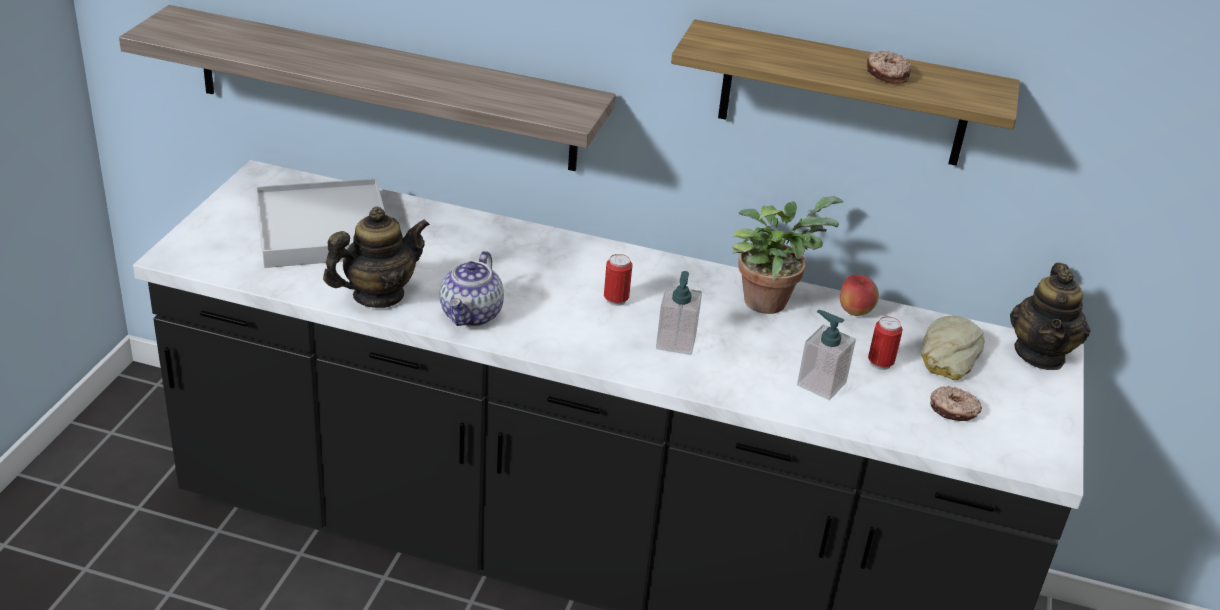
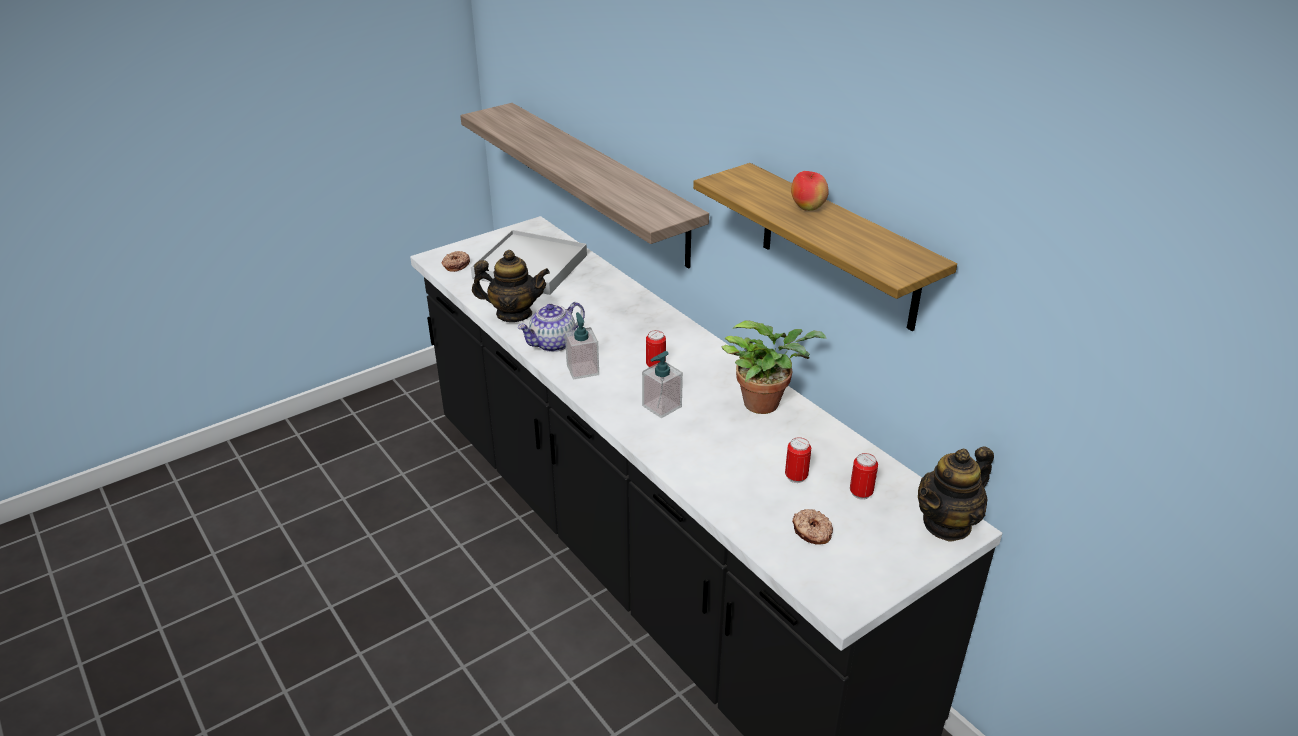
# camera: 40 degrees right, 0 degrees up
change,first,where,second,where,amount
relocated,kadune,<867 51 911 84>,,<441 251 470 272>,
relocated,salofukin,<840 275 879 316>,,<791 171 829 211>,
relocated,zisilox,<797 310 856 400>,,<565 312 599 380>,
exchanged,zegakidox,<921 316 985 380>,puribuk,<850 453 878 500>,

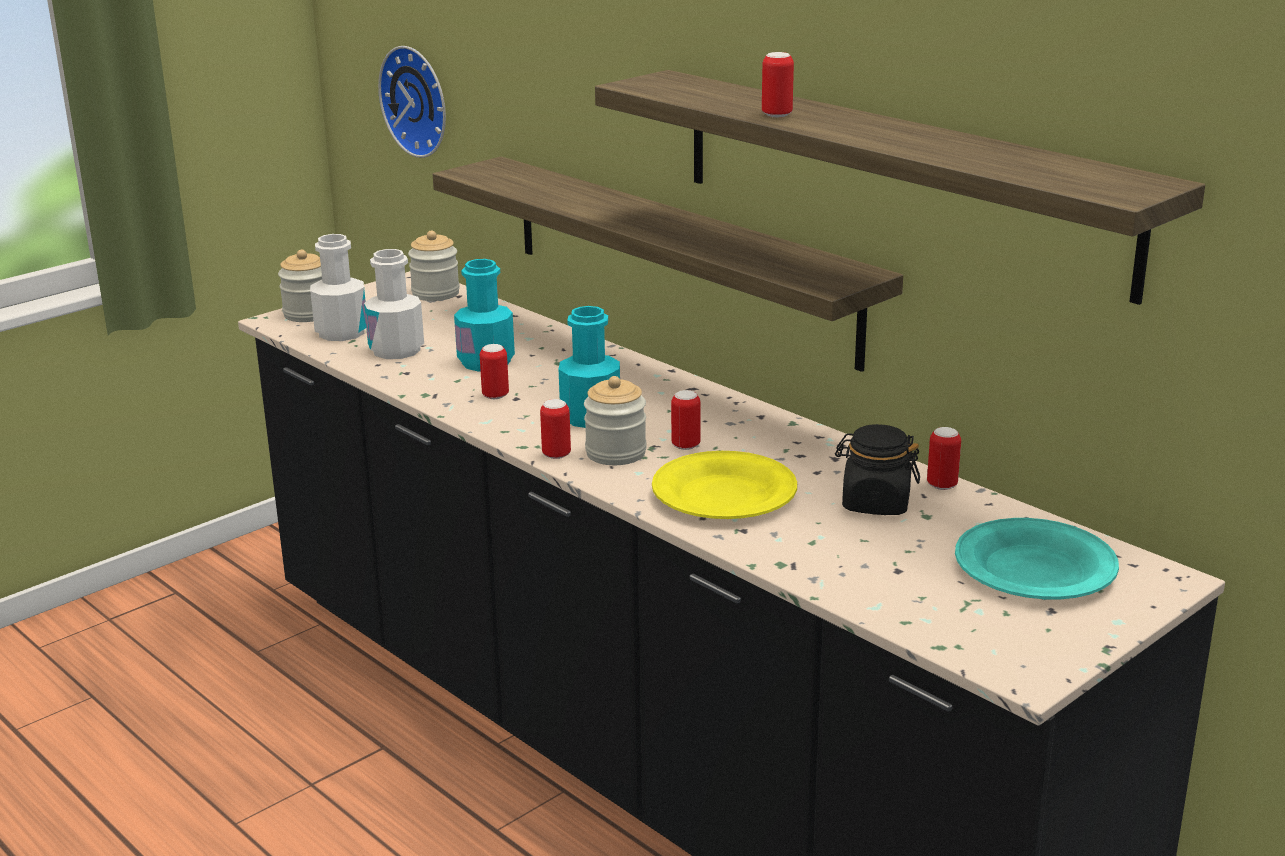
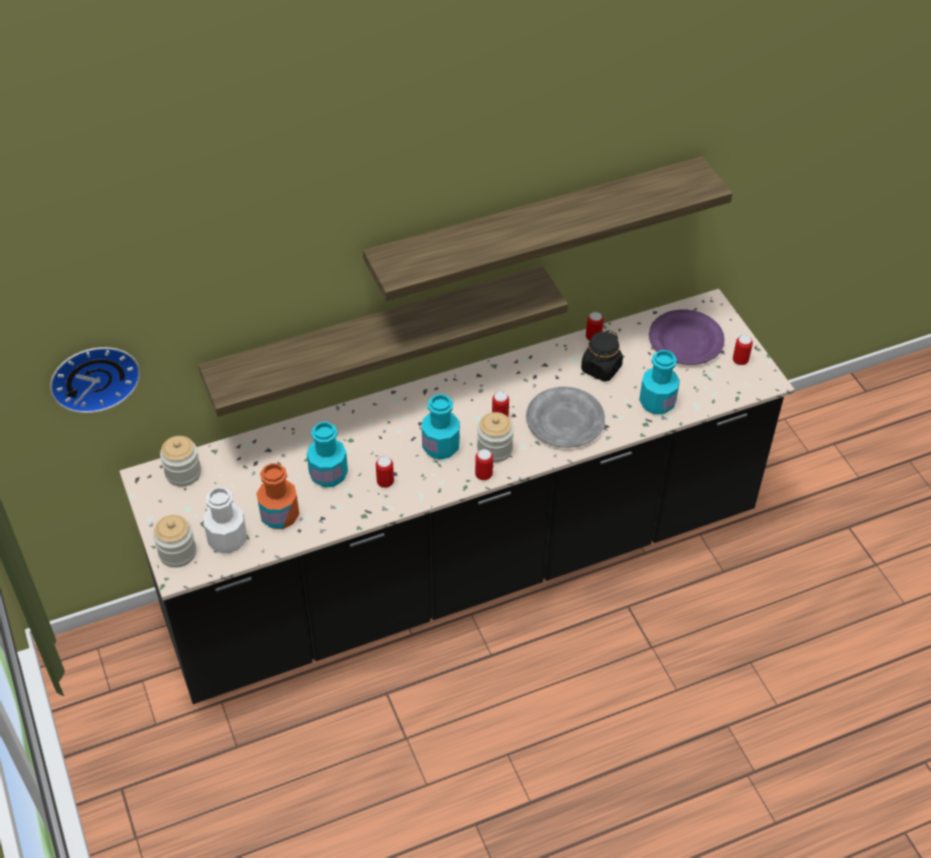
# camera: 70 degrees left, 25 degrees up
change,first,where,second,where,amount
relocated,puribuk,<762 52 794 117>,,<733 335 753 365>,
colour,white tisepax,<364 249 424 359>,orange tisepax,<257 463 299 529>,
colour,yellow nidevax,<652 451 797 519>,grey nidevax,<526 387 605 448>,
colour,turquoise nidevax,<955 518 1119 599>,purple nidevax,<649 309 725 365>,
appeared,,,turquoise tisepax,<639 350 680 414>,

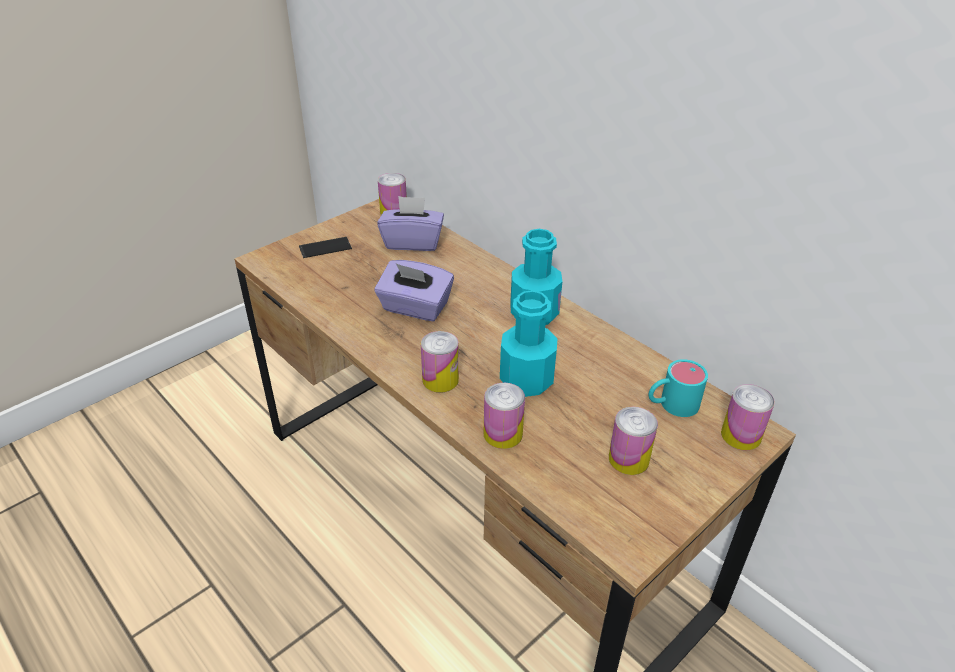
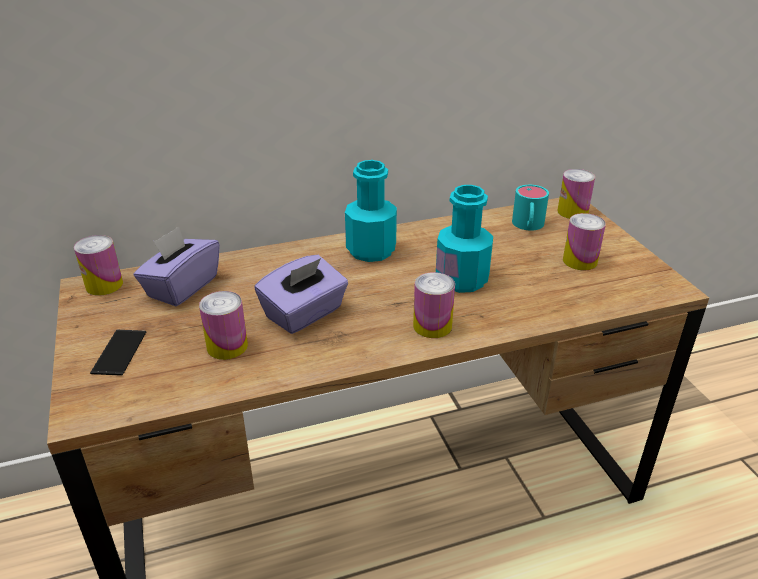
# camera: 65 degrees left, 5 degrees down
change,first,where,second,where,amount
relocated,puribuk,<484 383 525 449>,,<199 291 248 360>,

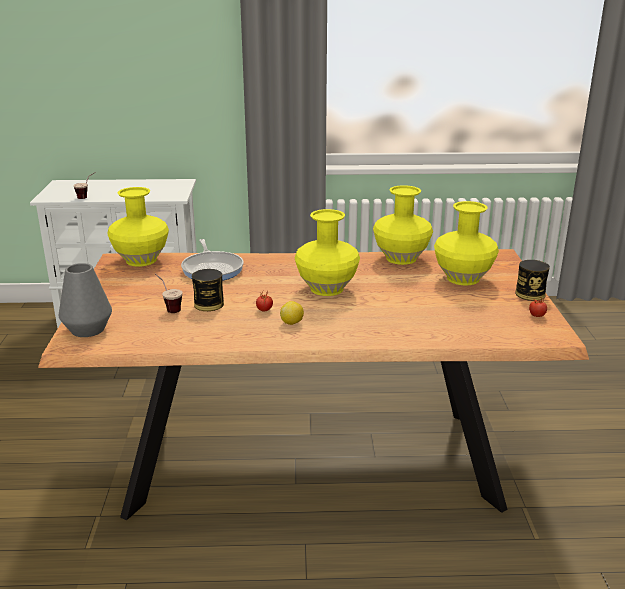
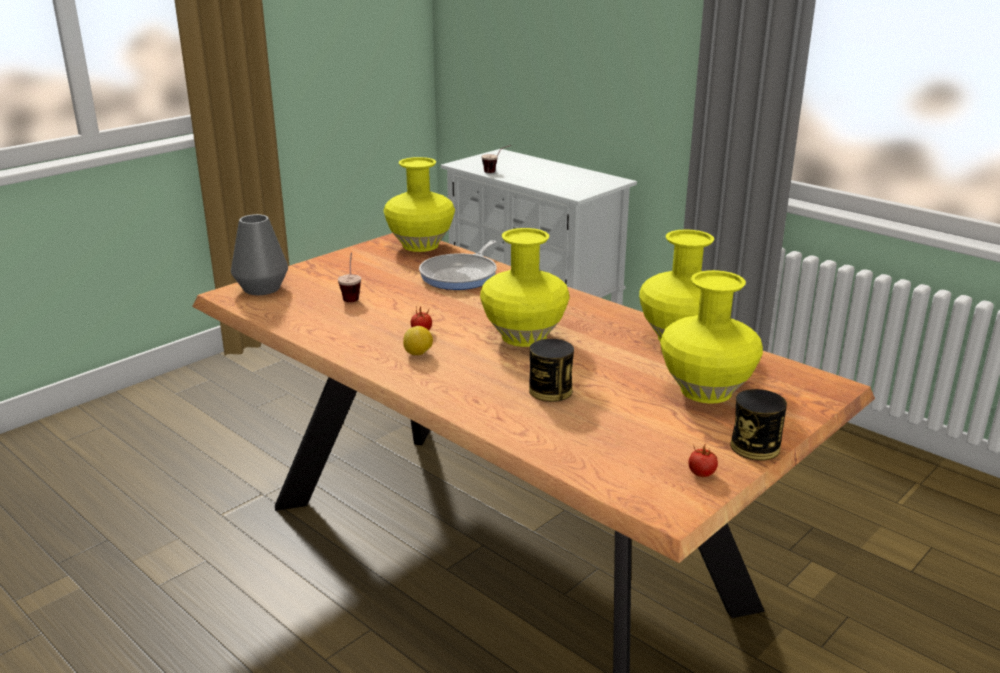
# camera: 45 degrees right, 0 degrees up
change,first,where,second,where,amount
relocated,puribuk,<192 269 224 311>,,<529 339 574 402>,

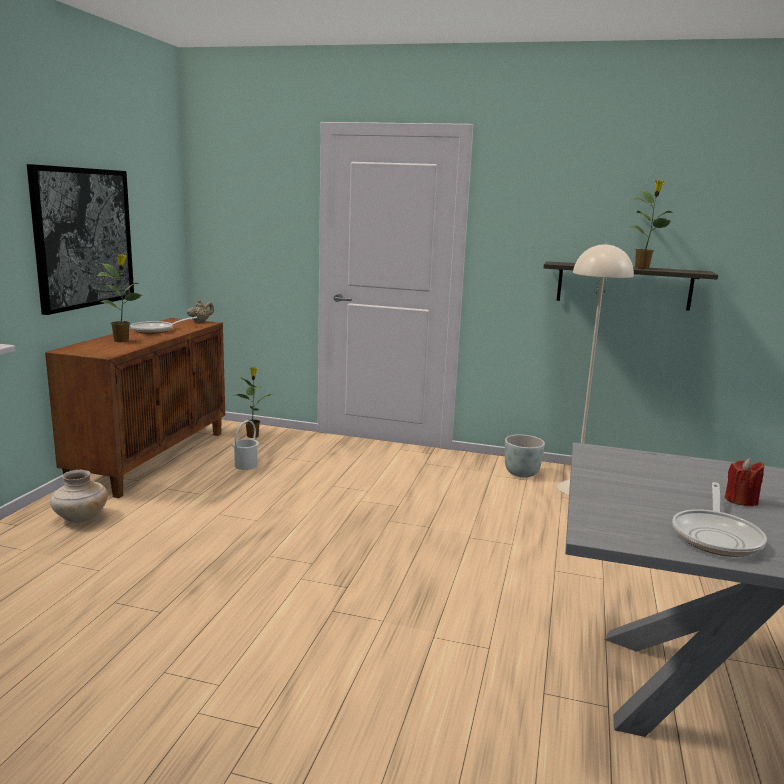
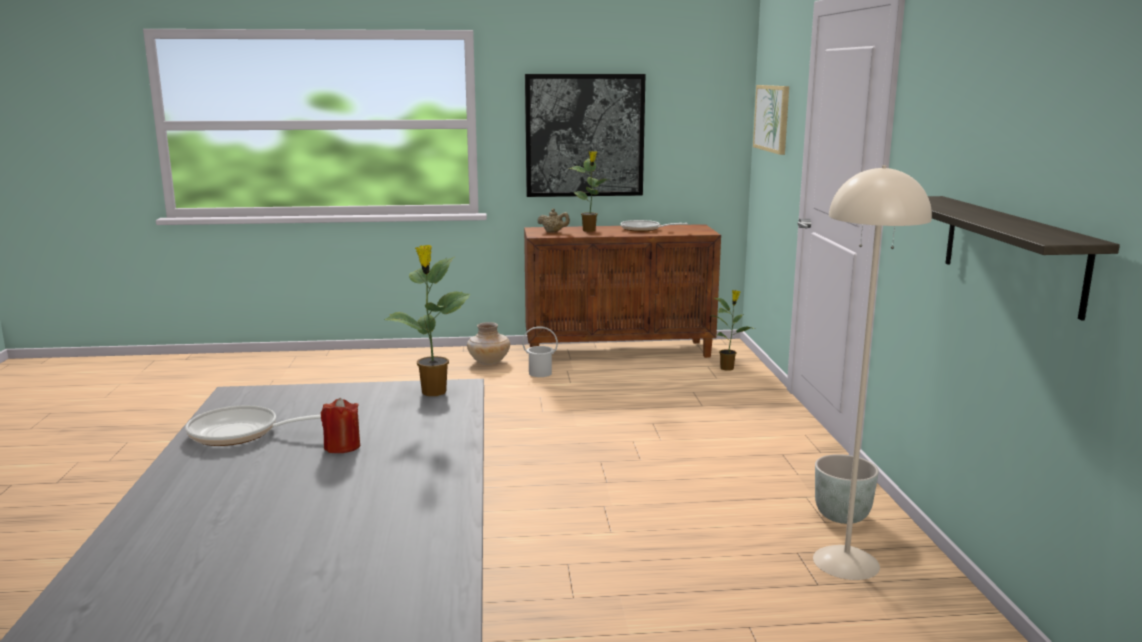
# camera: 70 degrees right, 0 degrees up
change,first,where,second,where,amount
relocated,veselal,<629 180 672 269>,,<384 245 471 396>,
relocated,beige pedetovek,<187 300 214 323>,,<537 209 570 233>,
relocated,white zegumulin,<232 420 259 470>,,<522 326 558 377>,
appeared,,,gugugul,<753 85 789 155>,

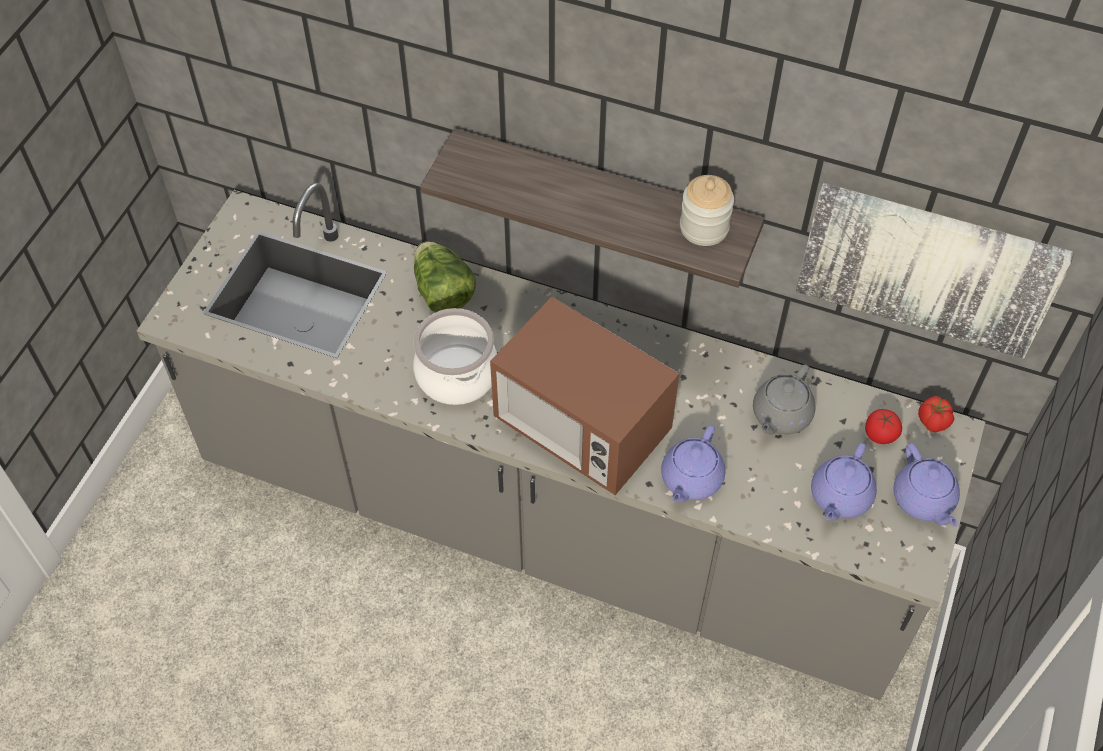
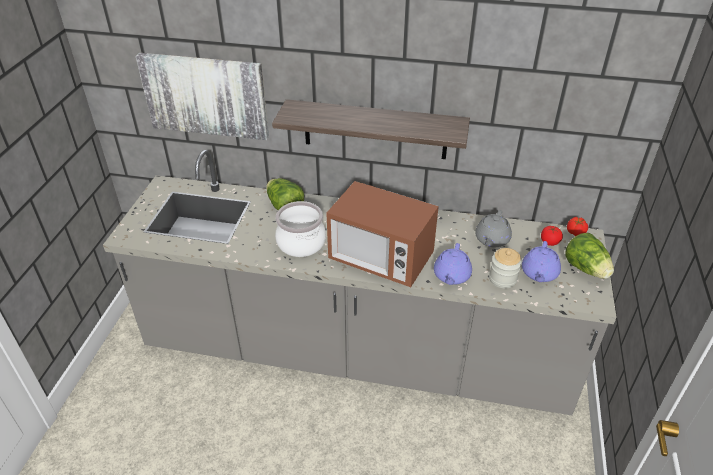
# camera: 10 degrees left, 15 degrees down
change,first,where,second,where,amount
relocated,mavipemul,<680 175 734 246>,,<489 248 522 288>,
relocated,gugugul,<796 183 1074 359>,,<136 53 269 140>,
exchanged,purple pedetovek,<893 443 960 527>,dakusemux,<565 233 614 279>,

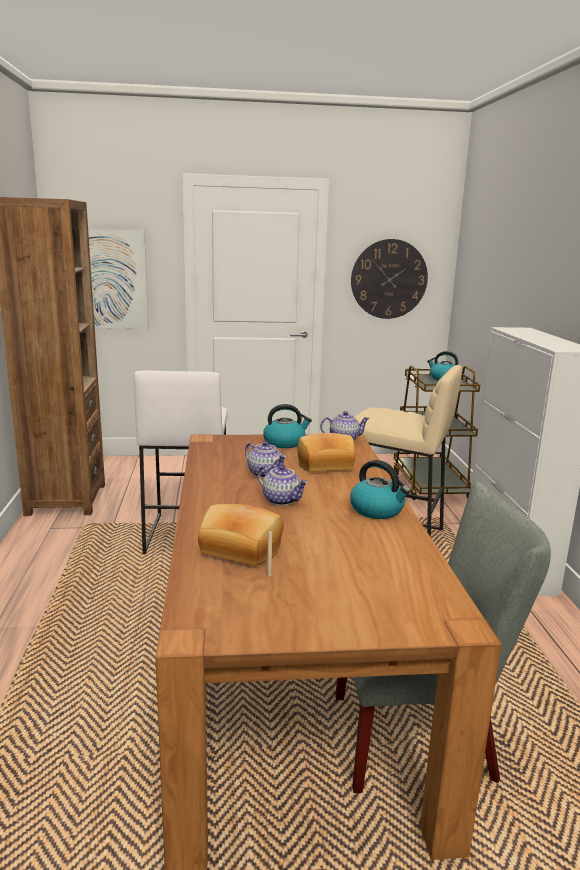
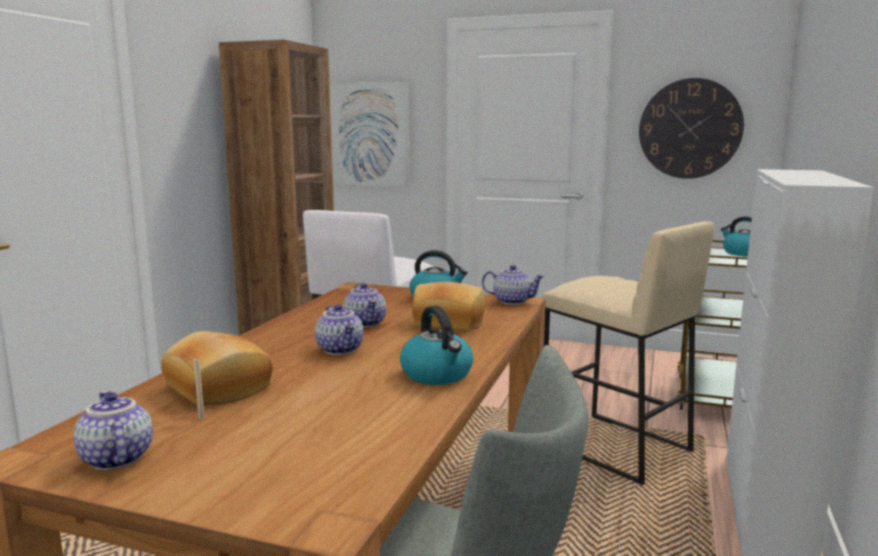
# camera: 25 degrees right, 5 degrees down
change,first,where,second,where,amount
appeared,,,pedetovek,<74 391 153 470>,

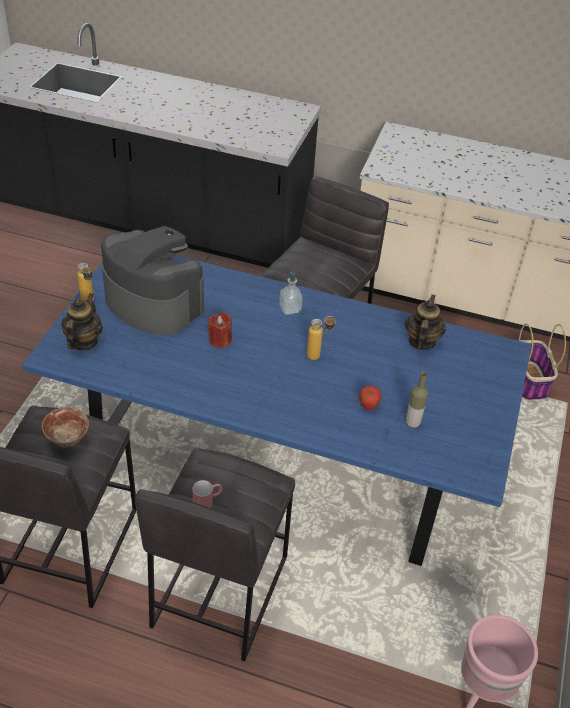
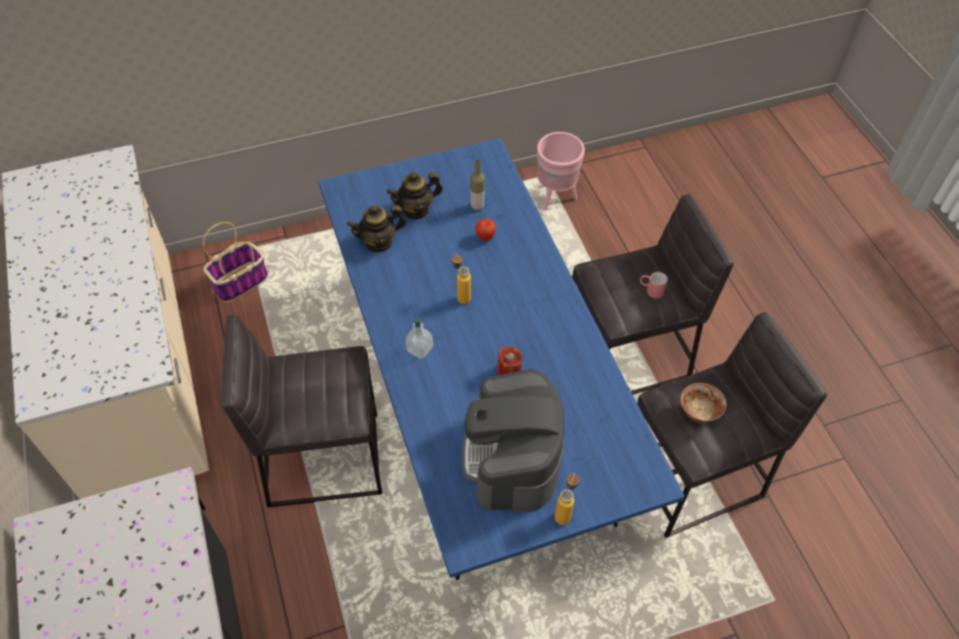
# camera: 125 degrees left, 10 degrees up
change,first,where,second,where,amount
relocated,pedetovek,<61 293 103 350>,,<387 172 443 220>,

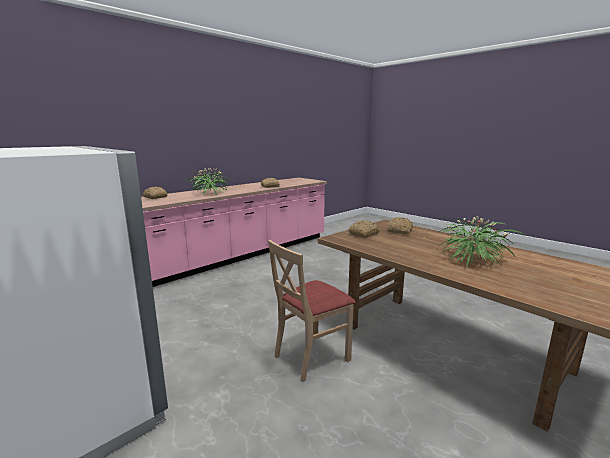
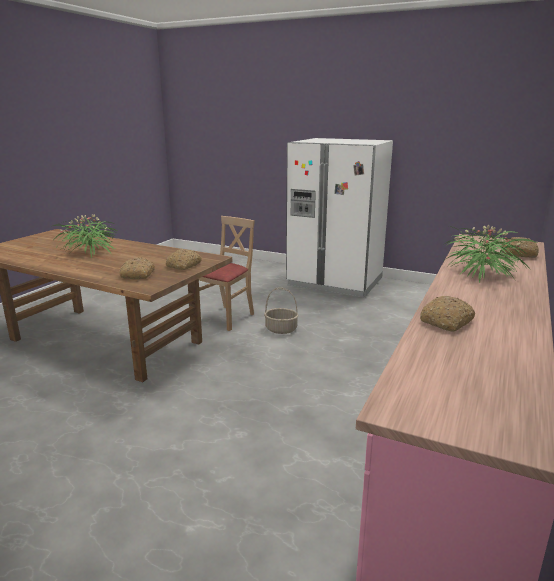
# camera: 160 degrees right, 5 degrees up
change,first,where,second,where,amount
appeared,,,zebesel,<264 287 299 334>,

